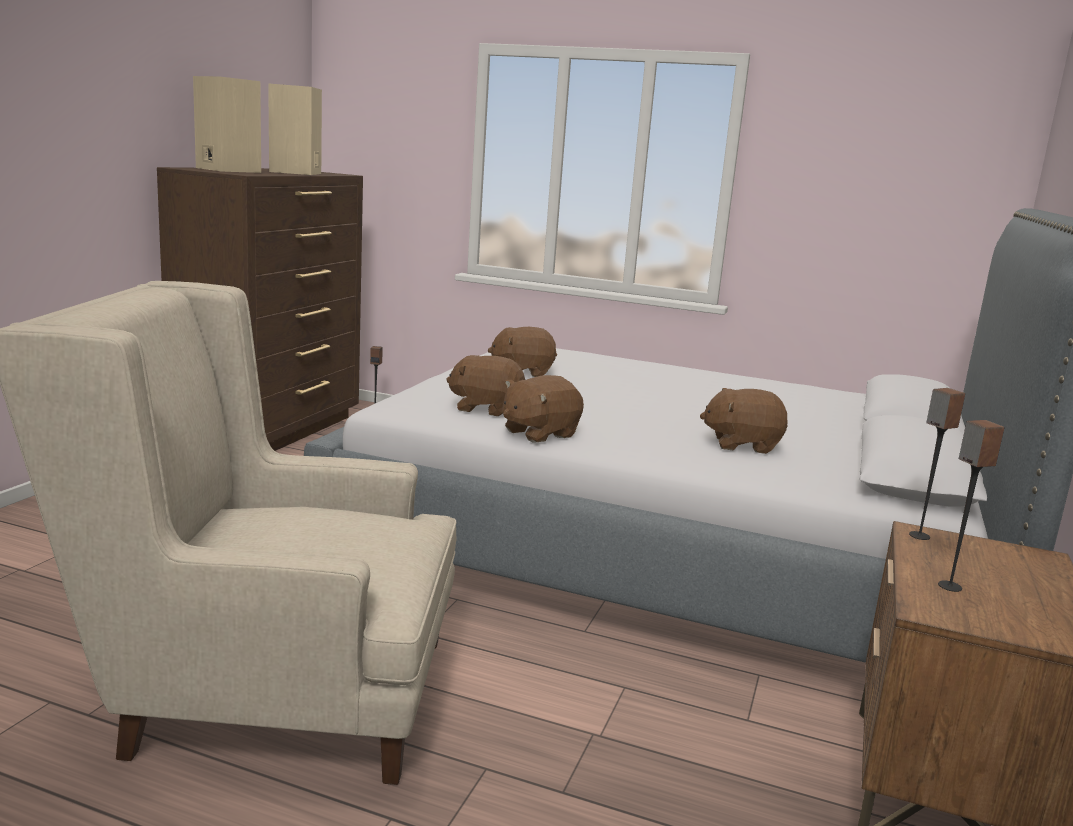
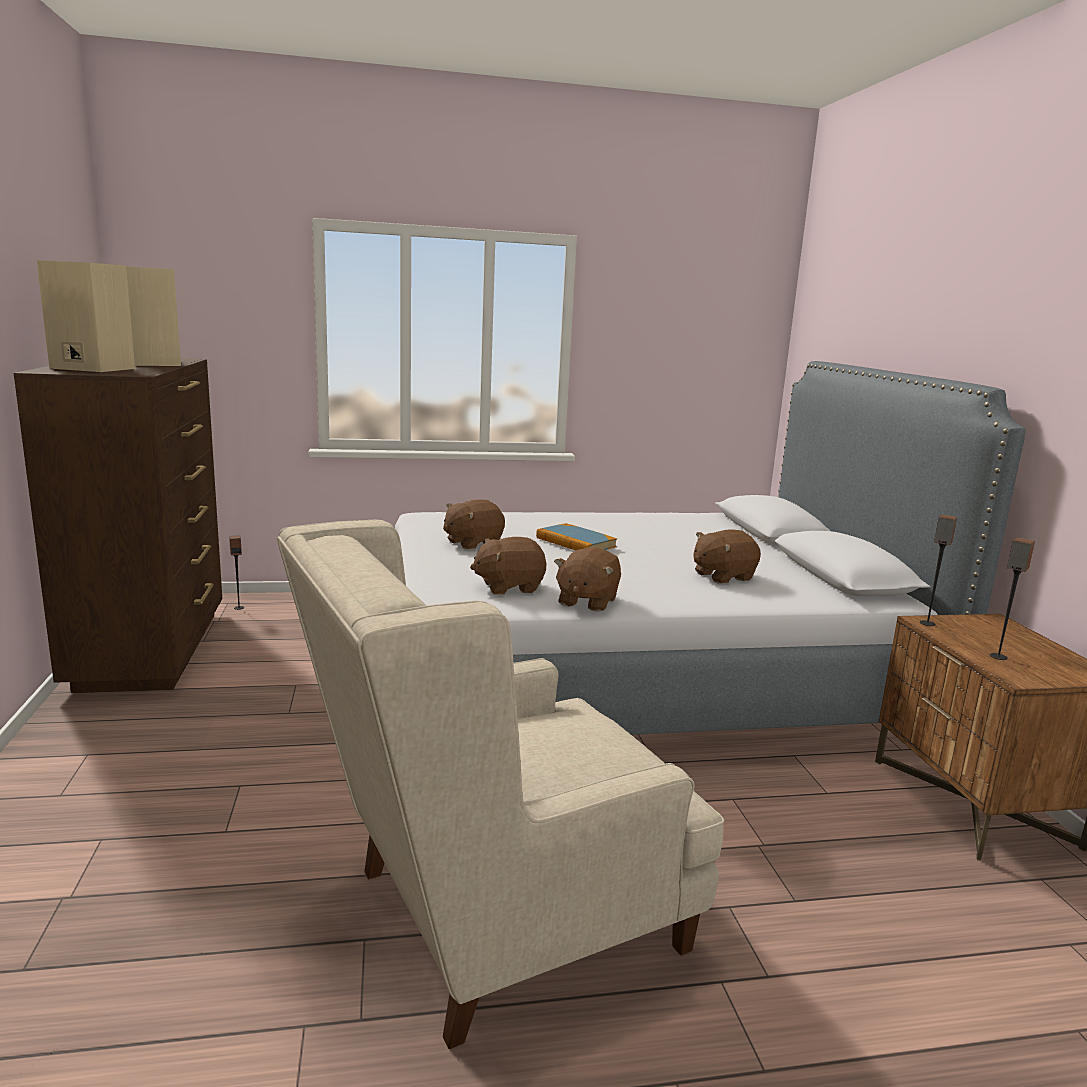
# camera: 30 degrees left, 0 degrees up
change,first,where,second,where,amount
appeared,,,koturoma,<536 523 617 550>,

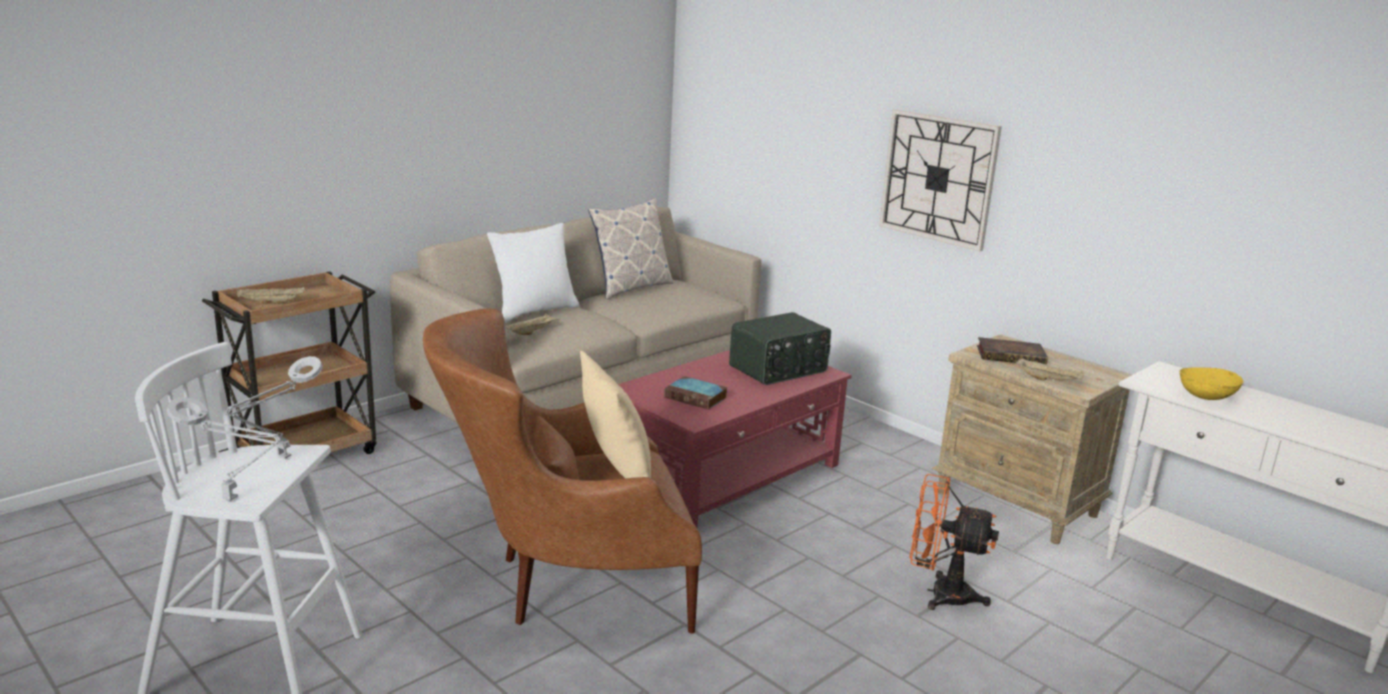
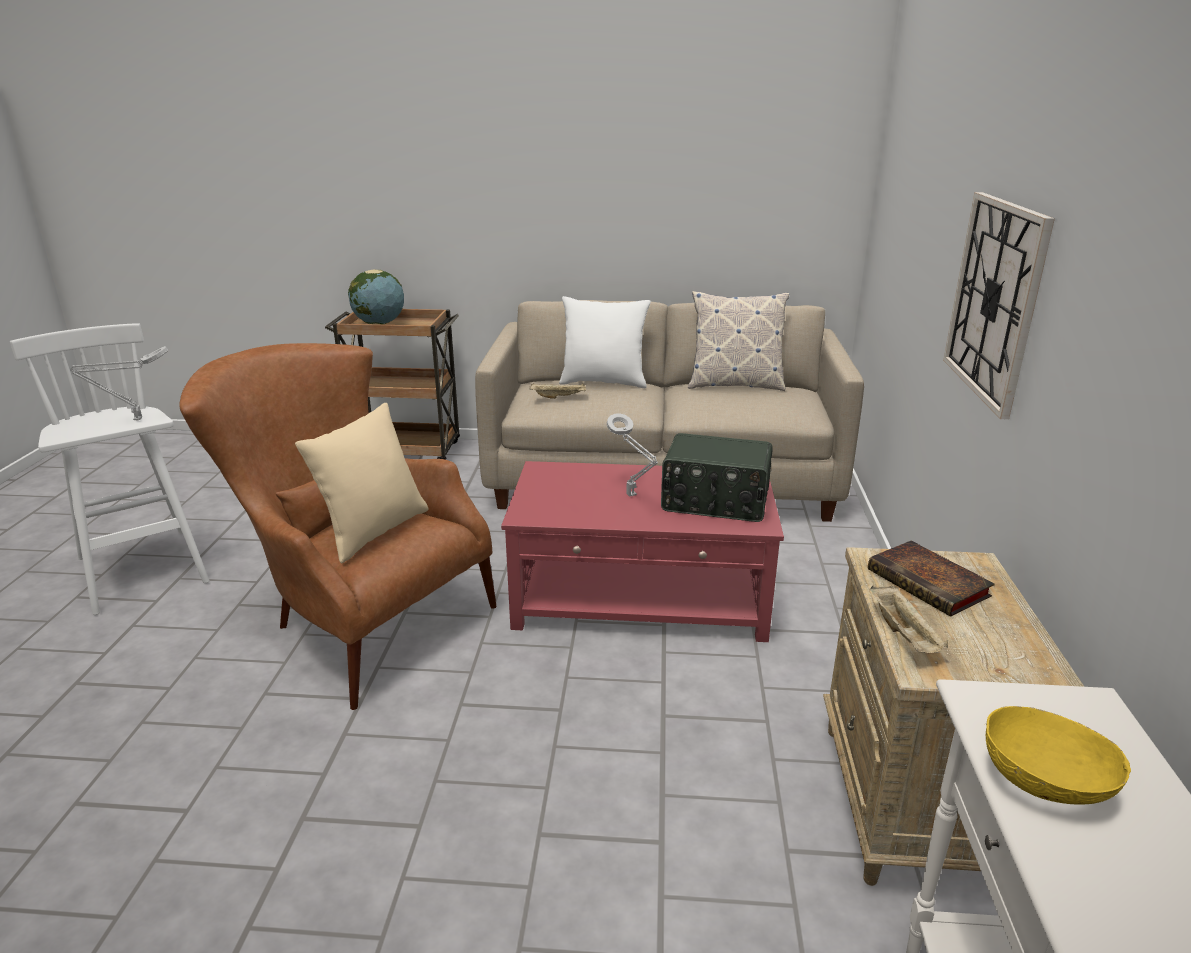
# camera: 50 degrees right, 5 degrees up
change,first,where,second,where,amount
exchanged,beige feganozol,<237 287 304 304>,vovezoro,<348 270 404 325>,
missing,koturoma,<664 376 728 410>,,,
relocated,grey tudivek,<167 397 281 501>,,<607 414 658 496>,
missing,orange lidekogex,<910 474 999 610>,,,

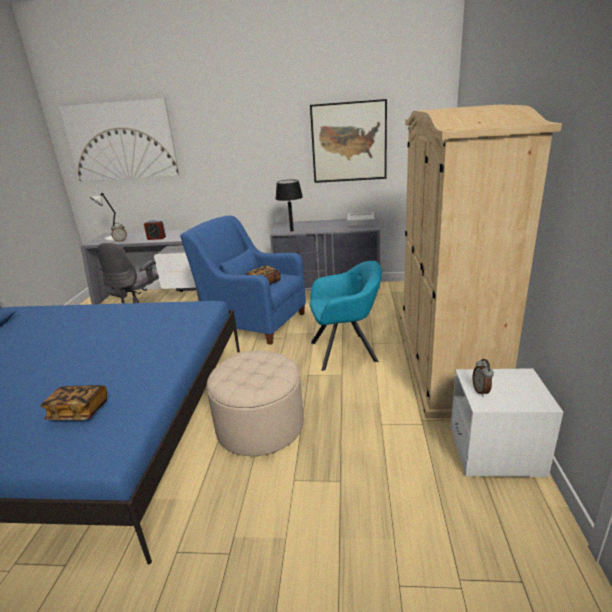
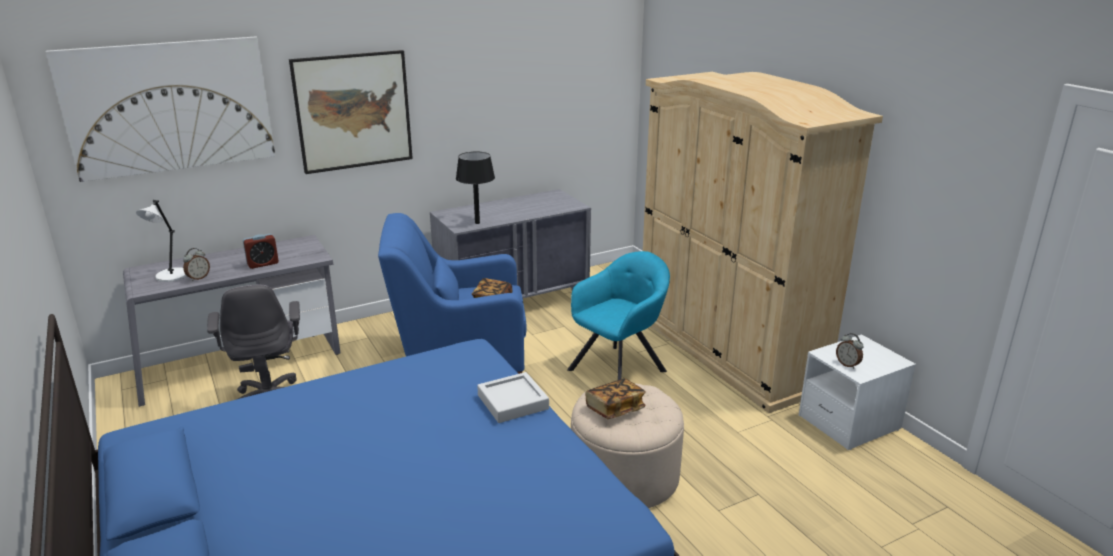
# camera: 35 degrees left, 0 degrees up
change,first,where,second,where,amount
relocated,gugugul,<310 99 387 183>,,<289 50 413 174>,
relocated,grey feganozol,<347 213 375 226>,,<477 372 549 423>,
relocated,koturoma,<41 385 107 420>,,<585 378 646 419>,

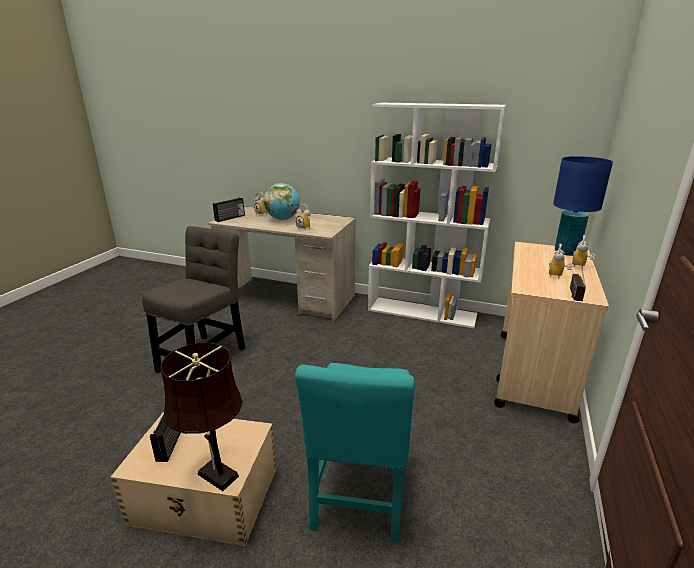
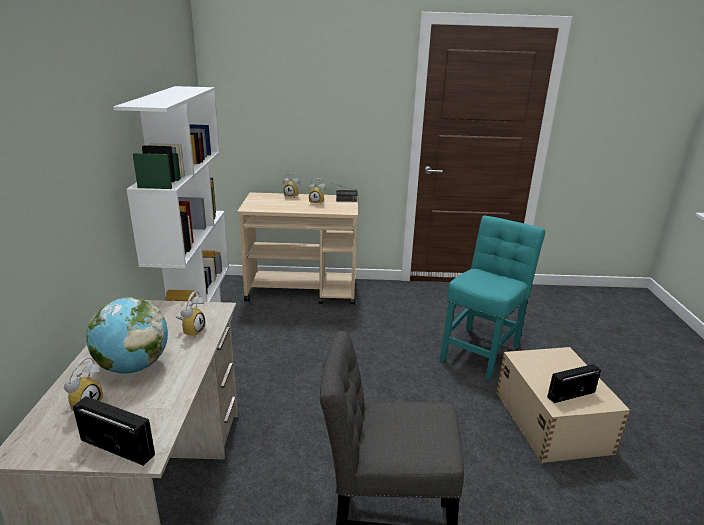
# camera: 110 degrees left, 0 degrees up
change,first,where,second,where,amount
missing,blue tudivek,<553 156 613 256>,,,
missing,brown tudivek,<160 343 243 491>,,,
spun,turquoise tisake,<295 363 415 543>,,<440 216 545 380>,45 degrees counterclockwise

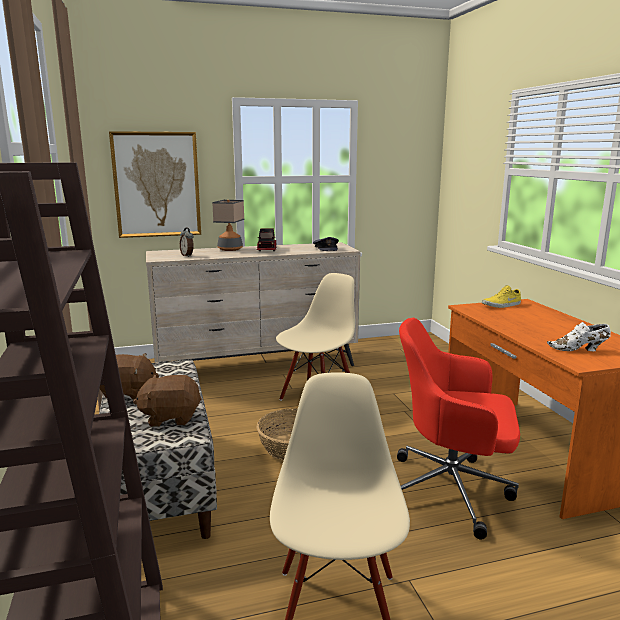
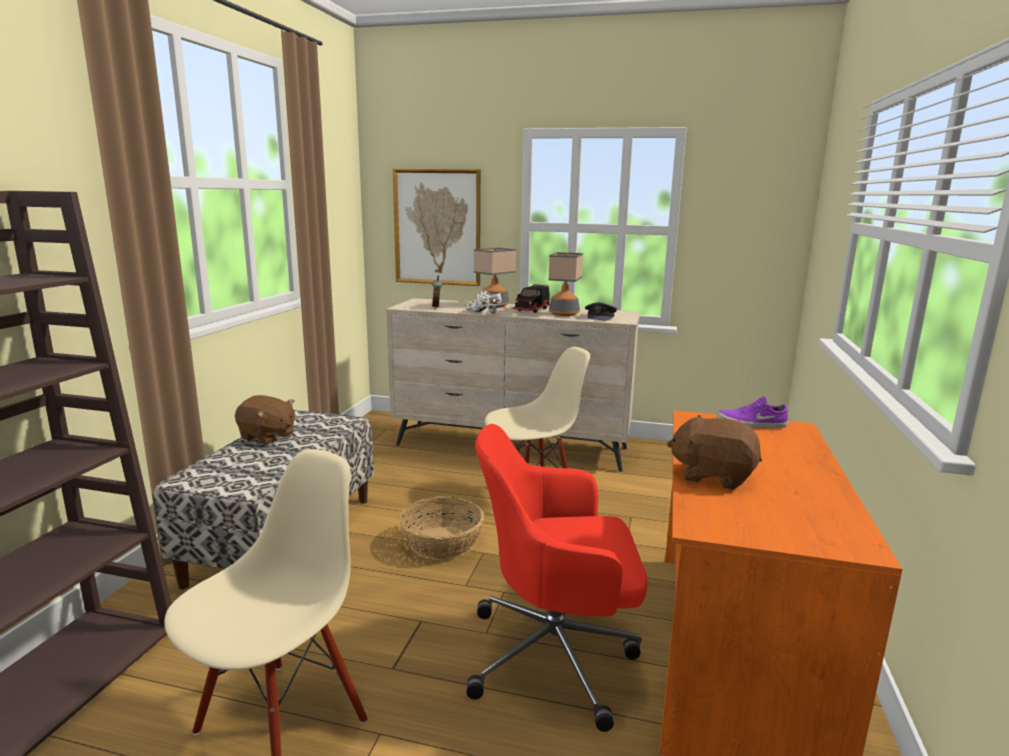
# camera: 30 degrees right, 0 degrees up
change,first,where,second,where,amount
colour,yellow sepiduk,<482 285 521 308>,purple sepiduk,<716 396 788 428>,
spun,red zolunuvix,<397 318 520 540>,,<466 424 648 732>,45 degrees counterclockwise
relocated,white sepiduk,<547 322 611 351>,,<465 290 502 314>,
relocated,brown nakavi,<133 375 202 427>,,<667 415 762 490>,
appeared,,,tudivek,<549 252 583 316>,

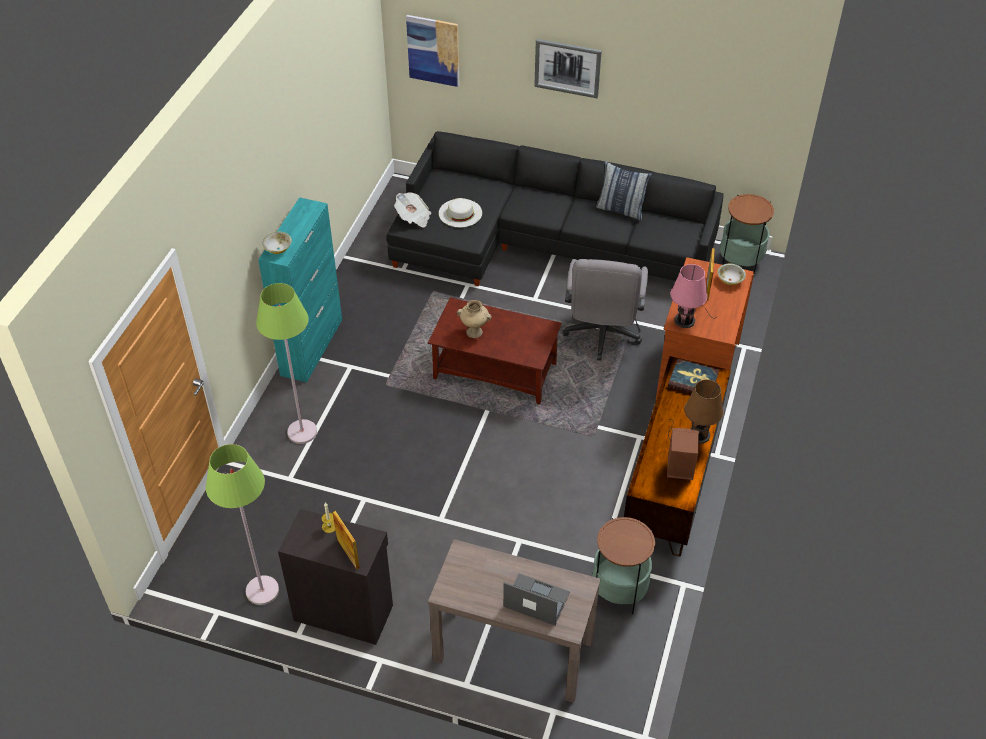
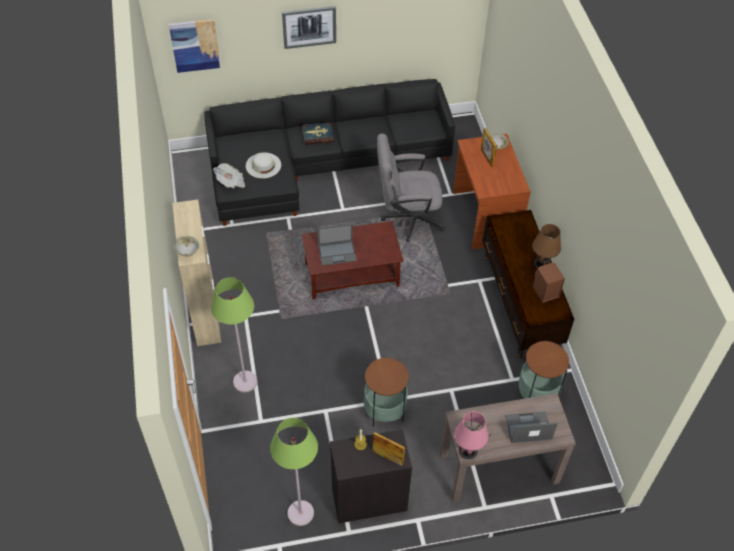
# camera: 30 degrees left, 5 degrees up
change,first,where,second,where,amount
missing,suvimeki,<596 161 652 221>,,,
relocated,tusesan,<720 194 774 273>,,<364 358 409 427>,
colour,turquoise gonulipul,<258 197 342 382>,beige gonulipul,<173 200 221 346>,
spun,grey zolunuvix,<563 259 648 361>,,<377 133 445 242>,105 degrees clockwise
relocated,pink tudivek,<670 264 715 328>,,<454 411 491 459>,
exchanged,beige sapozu,<457 300 492 338>,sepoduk,<317 224 357 266>,
relocated,koturoma,<668 359 719 399>,,<302 122 334 145>,

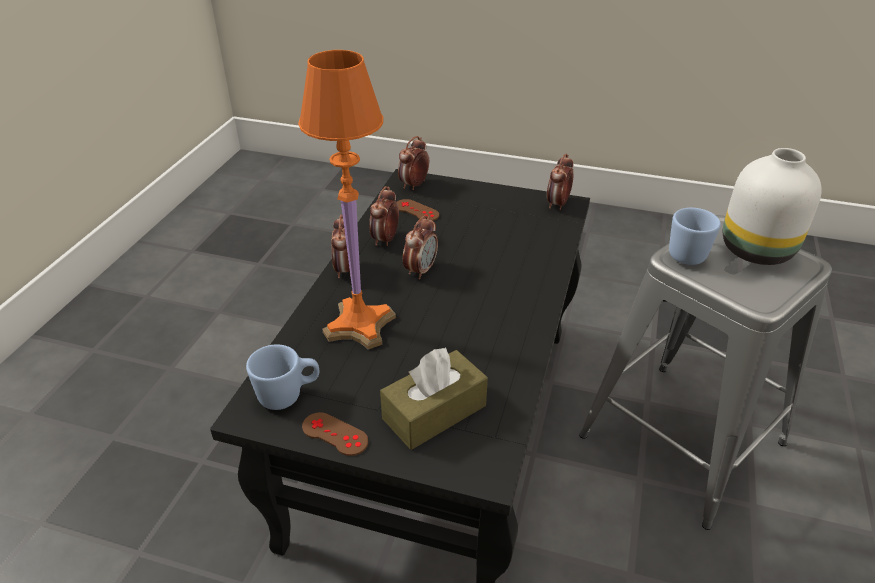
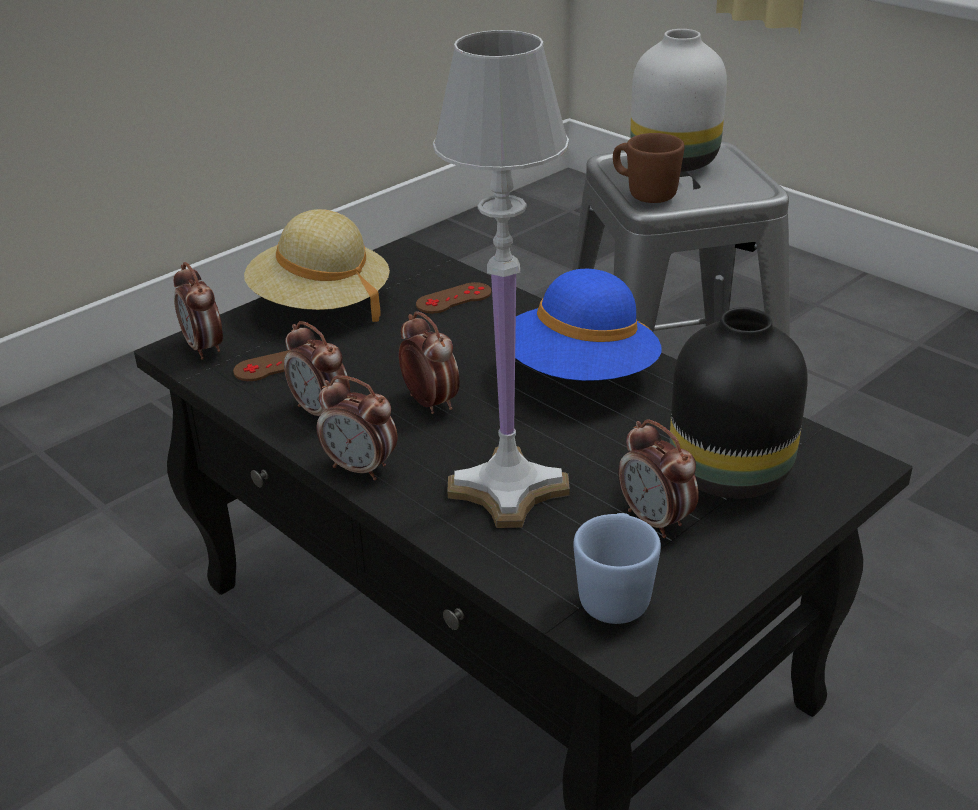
# camera: 60 degrees left, 5 degrees down
change,first,where,second,where,amount
colour,orange tudivek,<298 50 396 350>,white tudivek,<433 30 570 528>,
relocated,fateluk,<547 154 573 210>,,<618 419 699 538>,
colour,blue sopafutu,<669 208 721 265>,brown sopafutu,<613 133 685 203>,
exchanged,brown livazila,<380 348 488 450>,black sapozu,<670 307 808 499>,
relocated,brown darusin,<302 412 368 456>,,<416 282 492 314>,
appeared,,,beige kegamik,<244 209 390 322>,
appeared,,,blue kegamik,<515 269 661 381>,

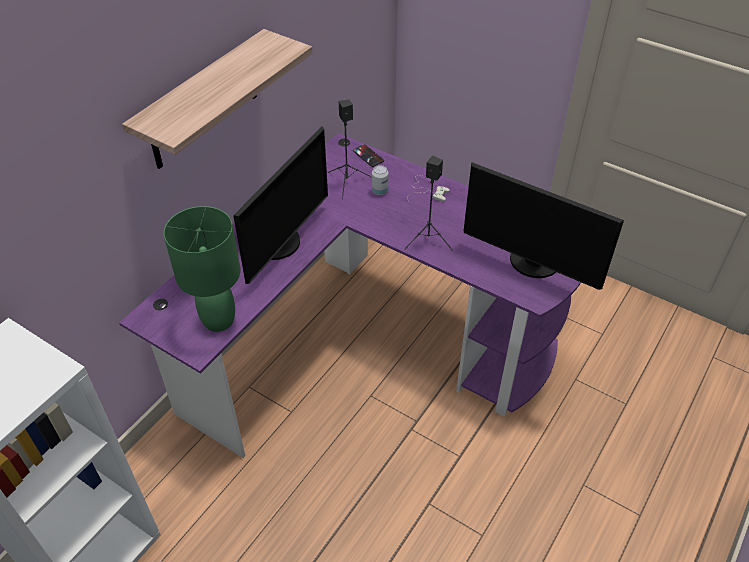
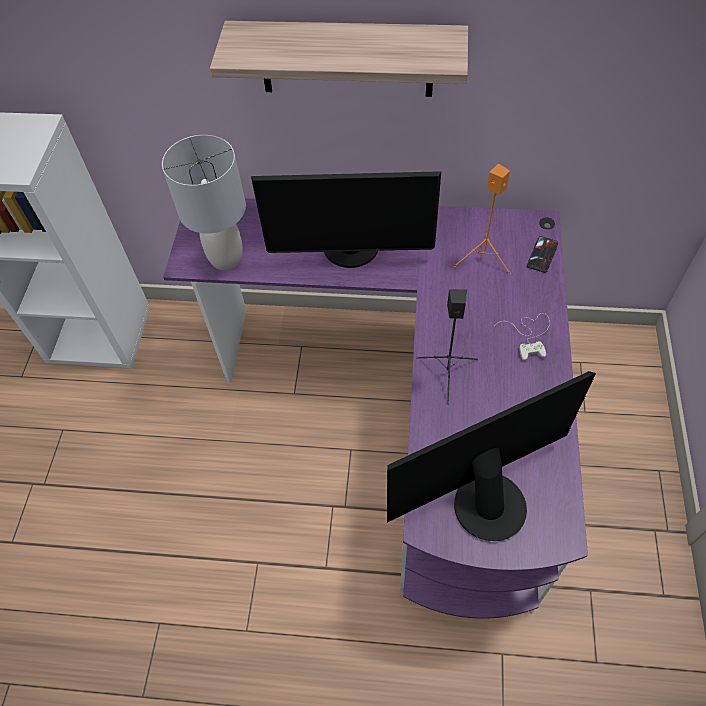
# camera: 65 degrees right, 10 degrees up
change,first,where,second,where,amount
colour,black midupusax,<328 99 371 199>,orange midupusax,<454 163 511 274>,
spun,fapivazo,<464 162 624 290>,,<387 371 596 541>,60 degrees clockwise
missing,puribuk,<372 165 389 195>,,,
colour,green tudivek,<163 206 240 332>,grey tudivek,<162 135 246 270>,

